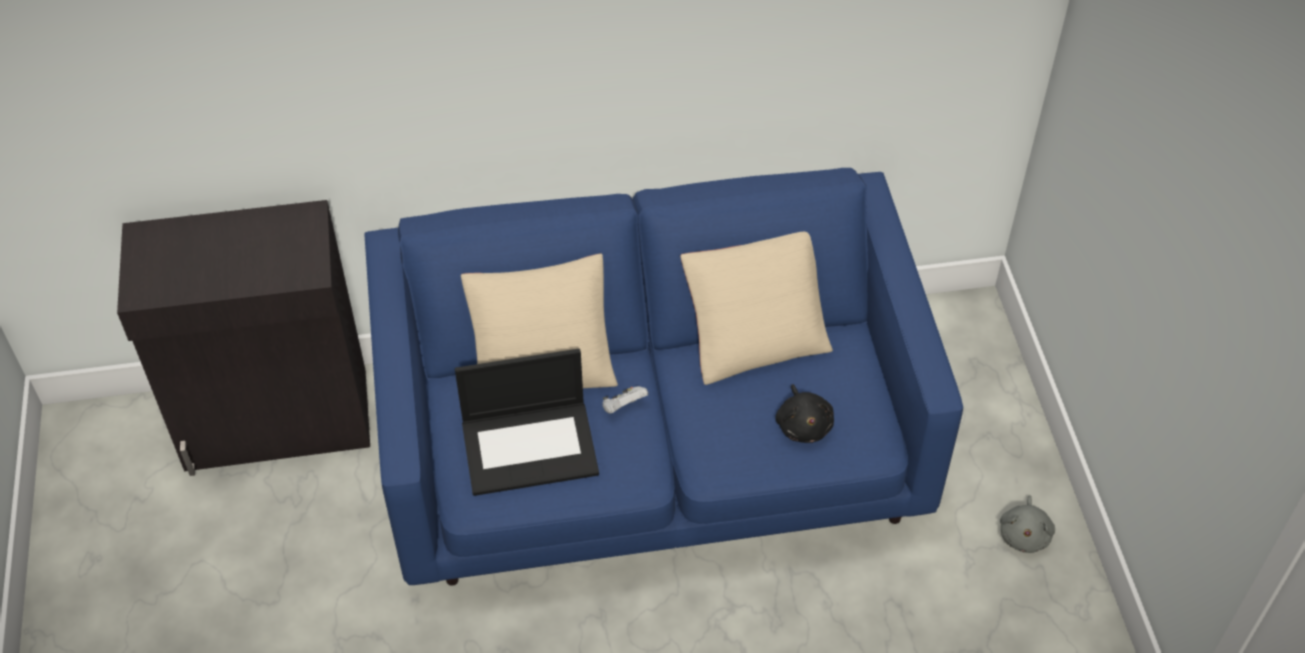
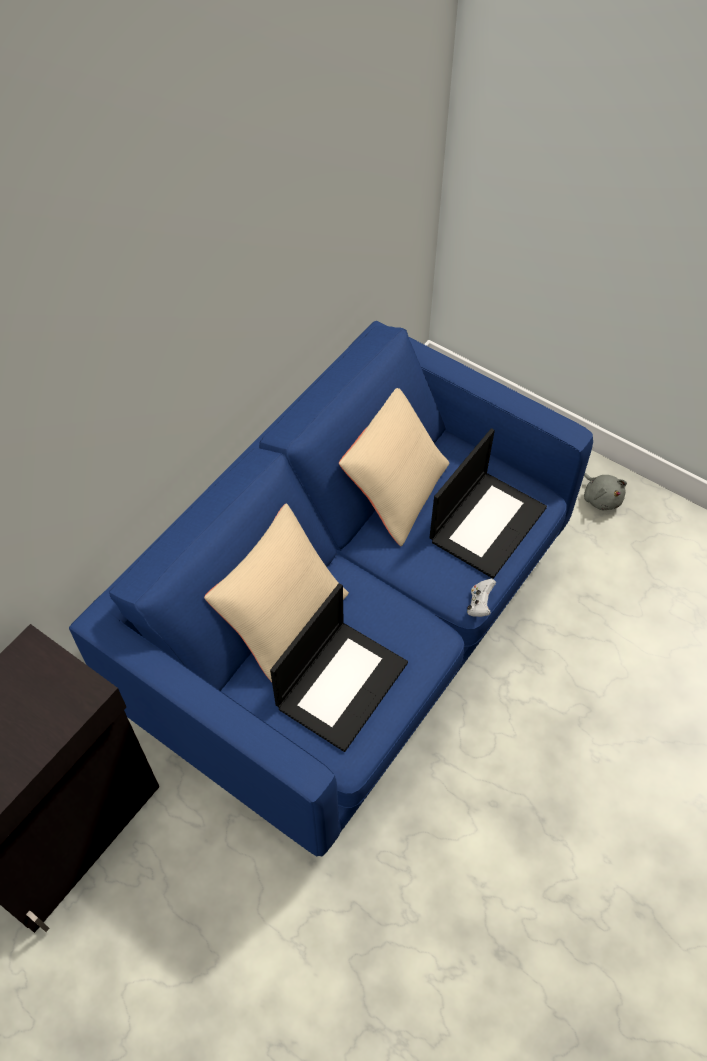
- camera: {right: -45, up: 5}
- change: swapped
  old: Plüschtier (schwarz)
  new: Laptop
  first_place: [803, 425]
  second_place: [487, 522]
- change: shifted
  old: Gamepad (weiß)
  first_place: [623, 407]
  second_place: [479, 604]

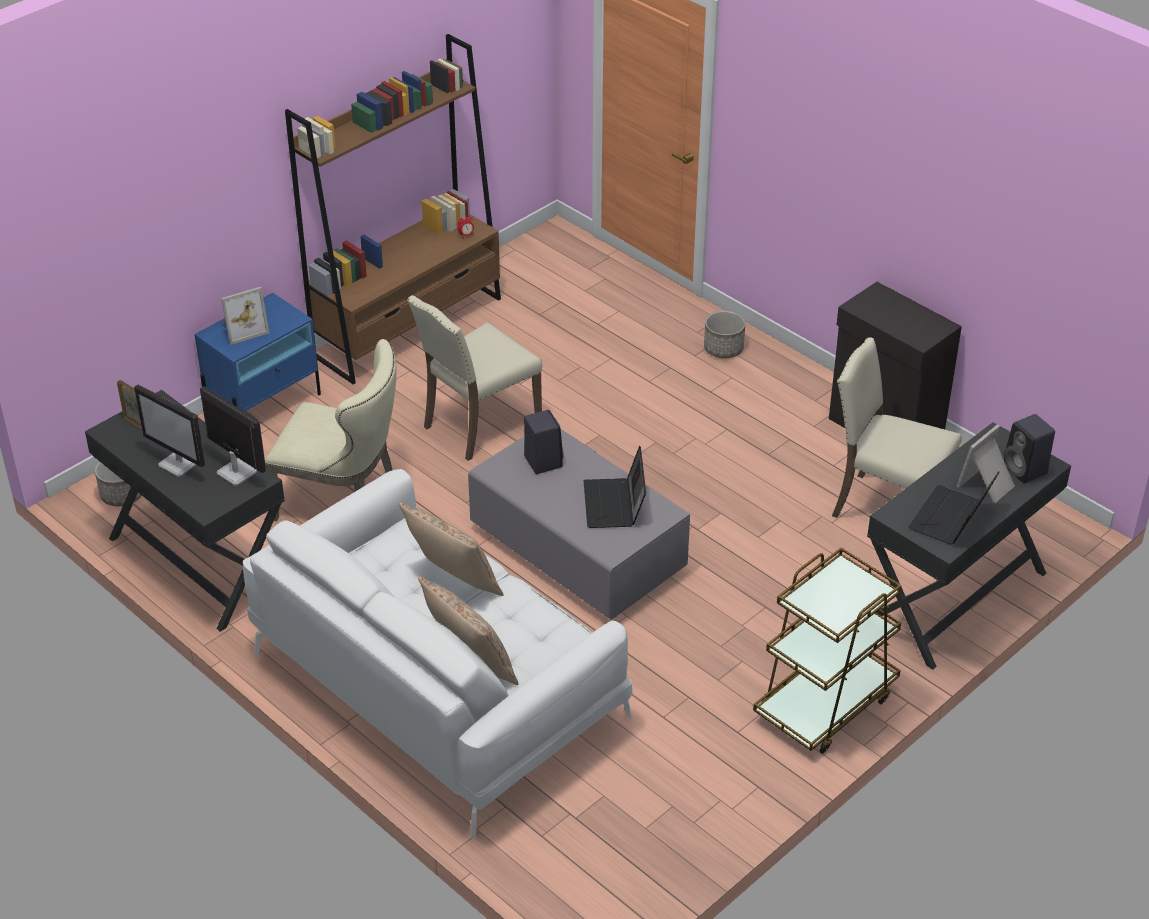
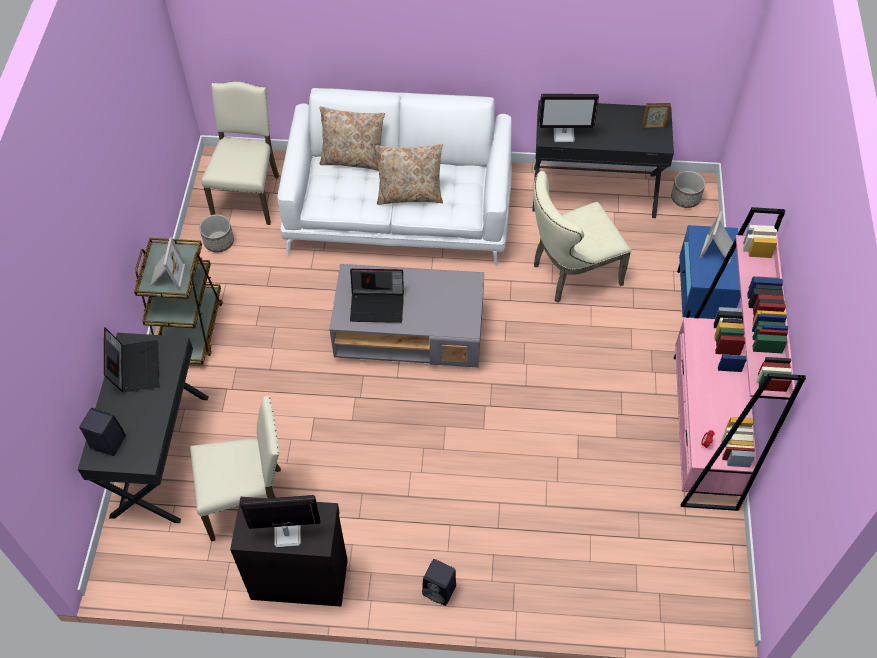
- camera: {right: 140, up: 15}
- change: shifted
  old: Bilderrahmen
  first_place: [987, 485]
  second_place: [167, 276]
- change: shifted
  old: Pflanzkübel
  first_place: [724, 348]
  second_place: [218, 242]
- change: shifted
  old: Stuhl (beige)
  first_place: [478, 425]
  second_place: [248, 195]
- change: shifted
  old: Monitor
  first_place: [179, 464]
  second_place: [287, 534]
- change: rotated
  old: Laptop
  first_place: [615, 505]
  second_place: [378, 305]
  degrees: 135
- change: shifted
  old: Lautsprecher (schwarz)
  first_place: [542, 461]
  second_place: [440, 590]
- change: repainted
  old: Bücherregal (braun)
  new: Bücherregal (rosa)
  first_place: [408, 327]
  second_place: [704, 430]

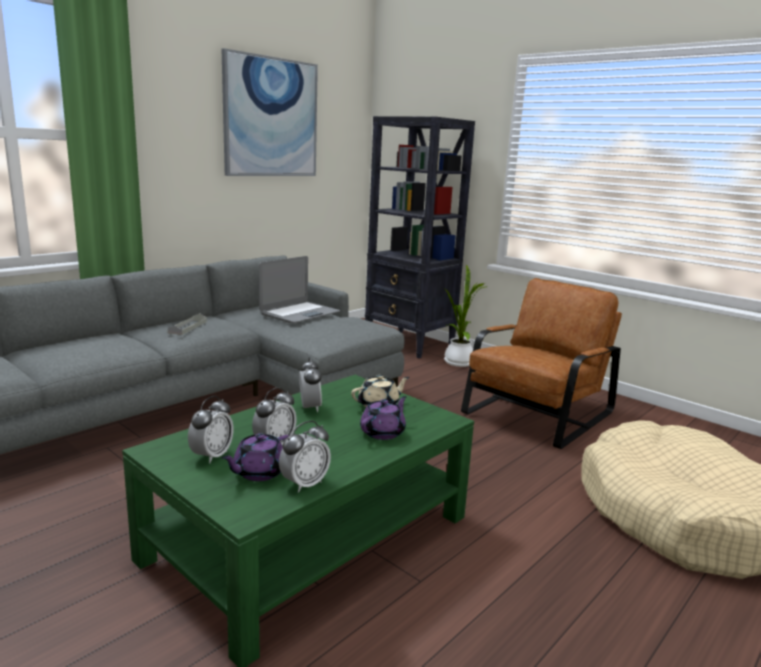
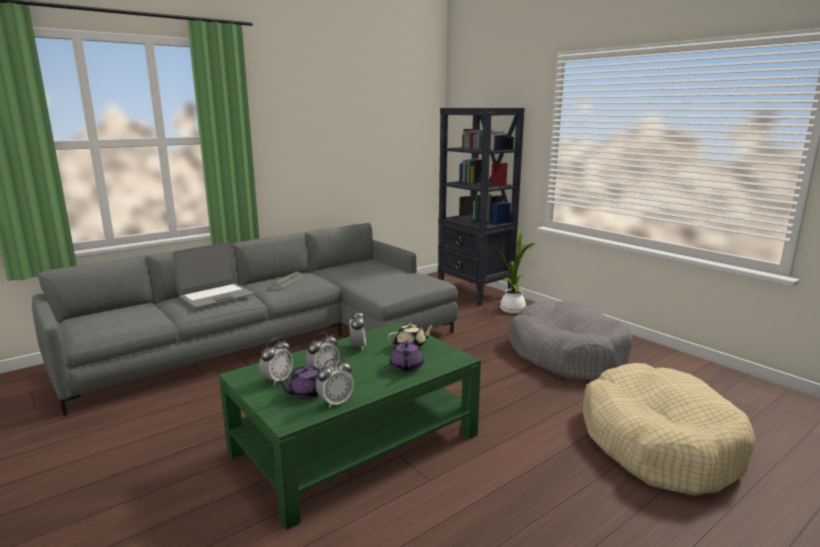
- camera: {right: 10, up: 0}
- change: shifted
  old: Laptop
  first_place: [299, 313]
  second_place: [216, 296]
- change: rotated
  old: Teekanne (lila)
  first_place: [383, 432]
  second_place: [406, 367]
  degrees: 135
- change: swapped
  old: Sessel (braun)
  new: Hundebett (grau)
  first_place: [537, 413]
  second_place: [566, 354]
- change: gone
  old: Bild
  first_place: [271, 118]

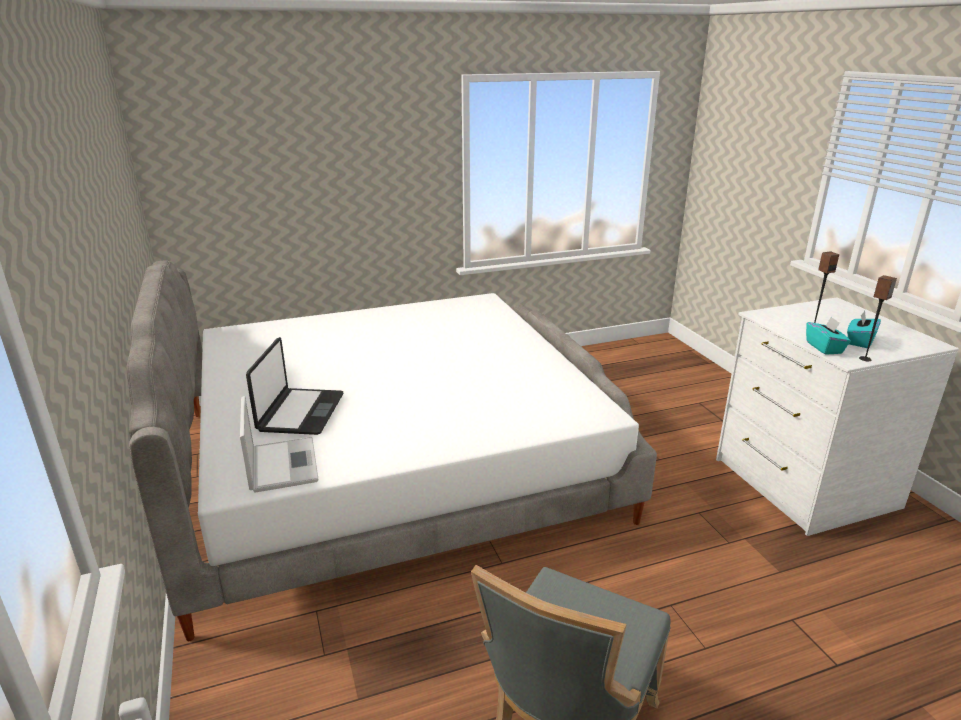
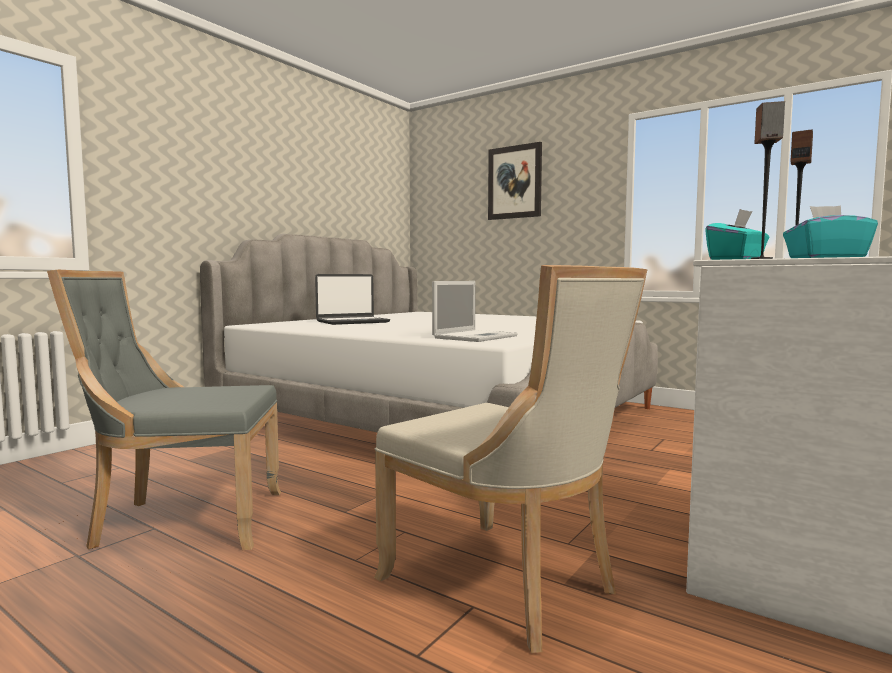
- camera: {right: 55, up: -20}
- change: new
  new: Stuhl (beige)
  second_place: [507, 585]
- change: shifted
  old: Laptop
  first_place: [282, 464]
  second_place: [476, 337]
- change: new
  new: Bild
  second_place: [514, 182]

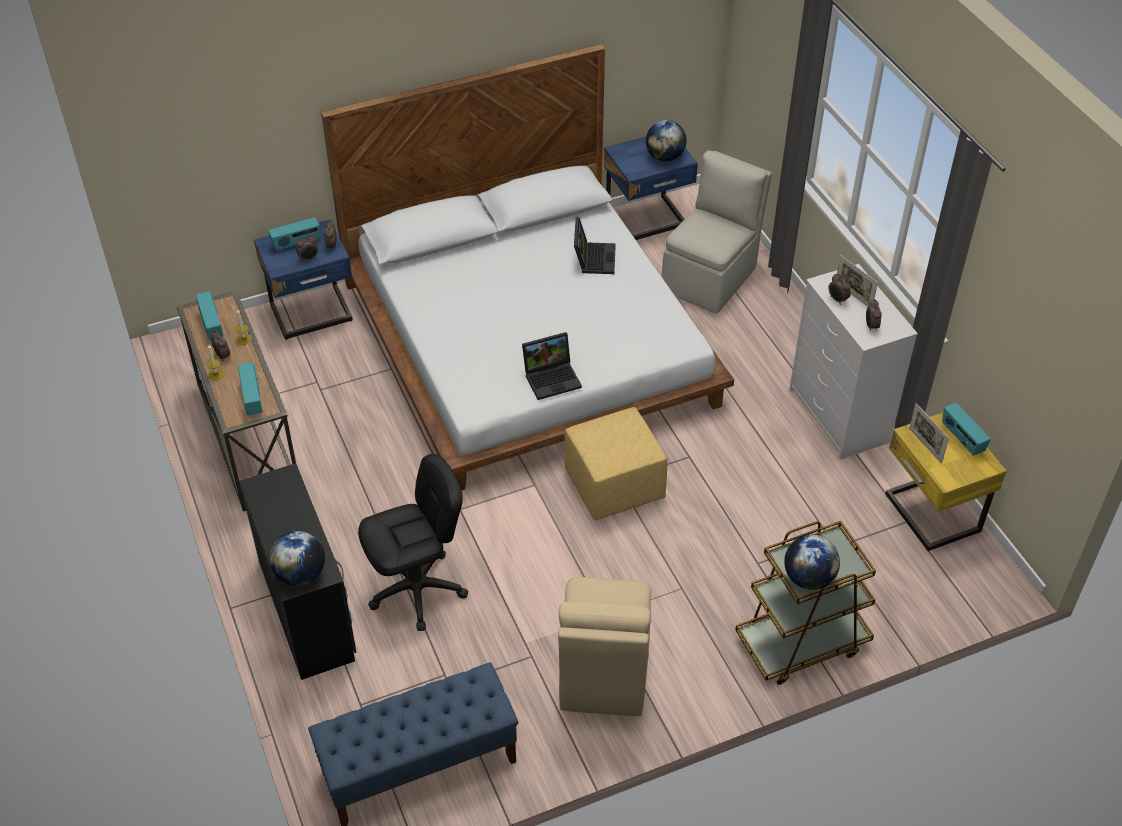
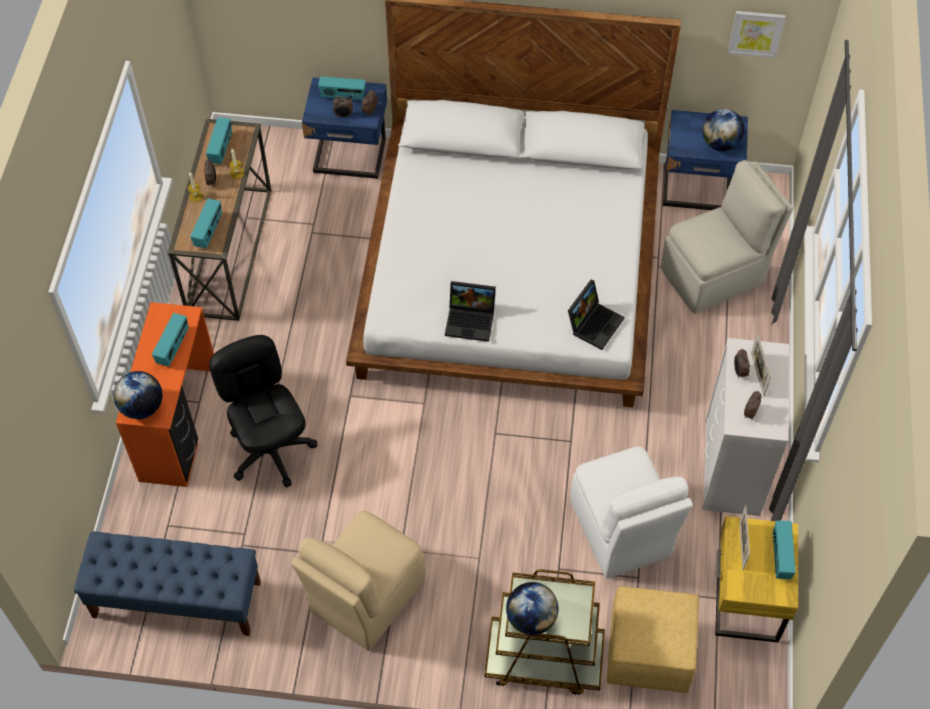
- camera: {right: 30, up: 10}
- change: repainted
  old: Schreibtisch (schwarz)
  new: Schreibtisch (orange)
  first_place: [308, 609]
  second_place: [181, 425]
- change: new
  new: Radio
  second_place: [173, 347]
- change: rotated
  old: Bürostuhl (schwarz)
  first_place: [417, 590]
  second_place: [271, 450]
  degrees: -120
- change: shifted
  old: Laptop
  first_place: [593, 258]
  second_place: [594, 323]
- change: new
  new: Stuhl (weiß)
  second_place: [621, 531]
- change: shifted
  old: Polsterhocker (gelb)
  first_place: [614, 485]
  second_place: [649, 651]
- change: new
  new: Bild
  second_place: [756, 33]

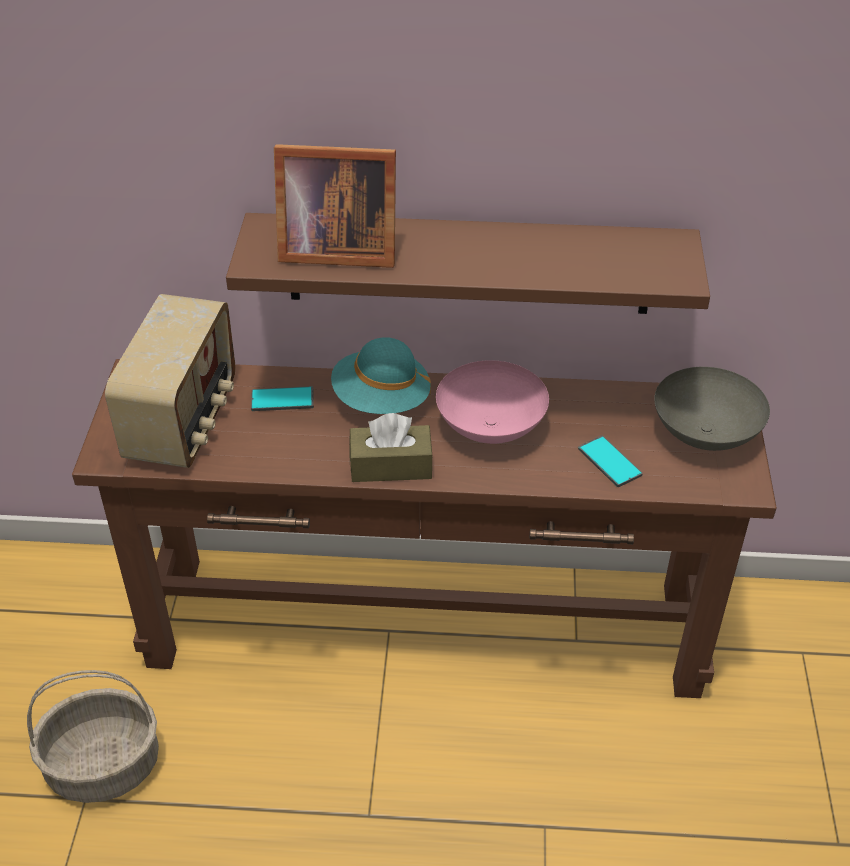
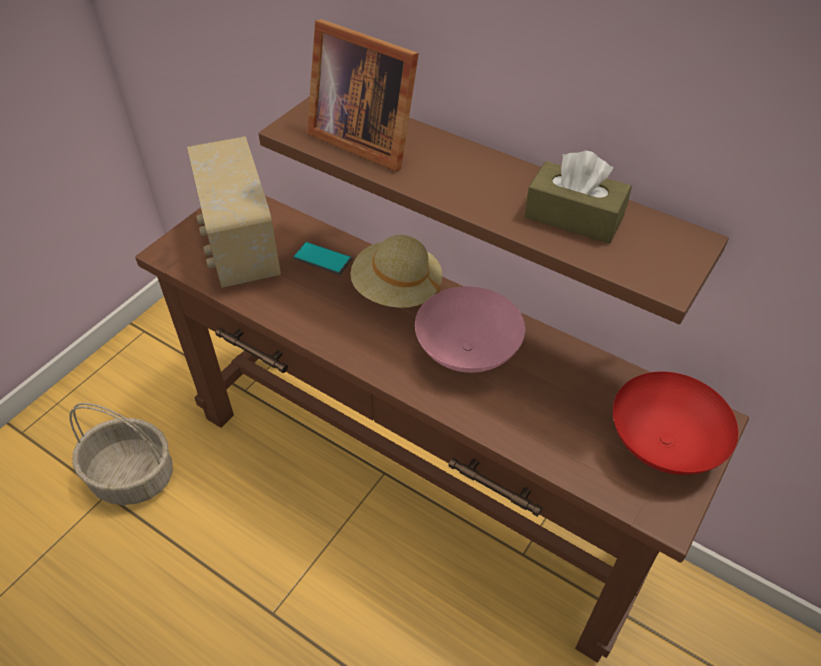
- camera: {right: 30, up: 5}
- change: rotated
  old: Radio
  first_place: [184, 422]
  second_place: [239, 248]
  degrees: 120
- change: repainted
  old: Hut (türkis)
  new: Hut (beige)
  first_place: [381, 400]
  second_place: [396, 290]
- change: shifted
  old: Taschentuchbox (braun)
  first_place: [391, 466]
  second_place: [573, 217]
- change: repainted
  old: Schüssel (grau)
  new: Schüssel (rot)
  first_place: [706, 434]
  second_place: [665, 445]
- change: gone
  old: Handy
  first_place: [609, 462]

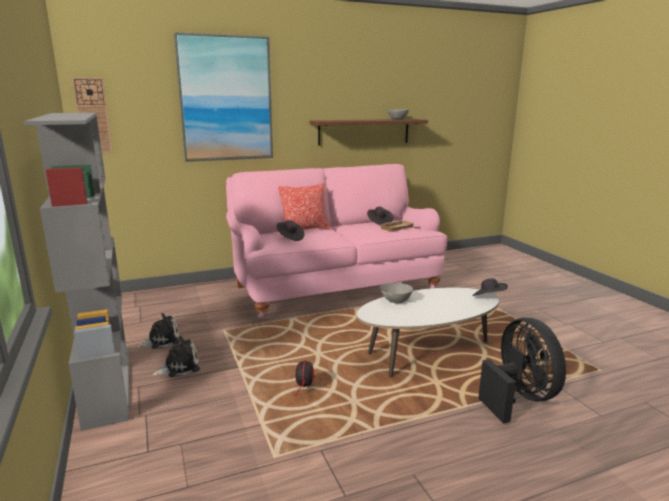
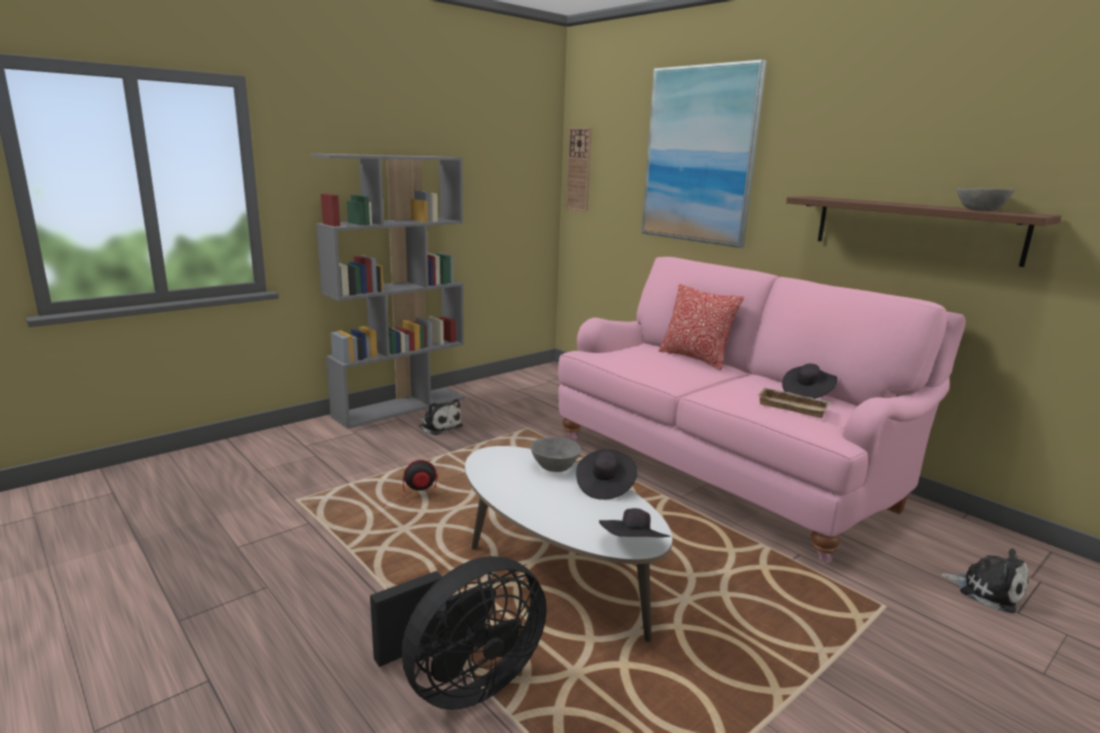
- camera: {right: 70, up: 0}
- change: shifted
  old: Hut (schwarz)
  first_place: [290, 238]
  second_place: [605, 486]
- change: shifted
  old: Plüschtier
  first_place: [161, 340]
  second_place: [987, 590]

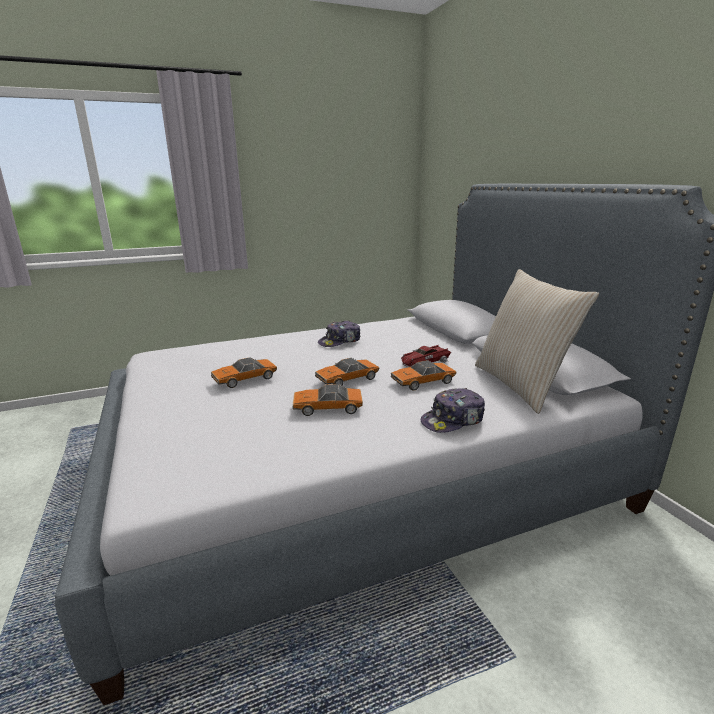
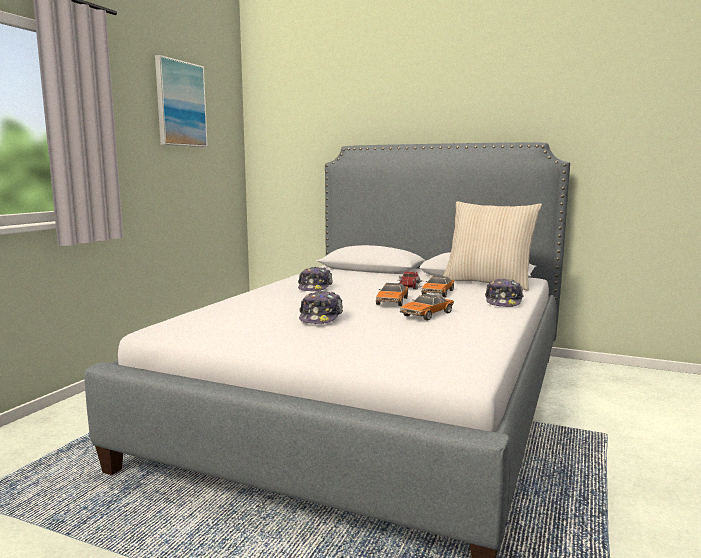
- camera: {right: -45, up: -10}
- change: new
  new: Bild
  second_place: [180, 104]
- change: swapped
  old: Spielzeugauto
  new: Kappe
  first_place: [245, 379]
  second_place: [321, 317]

